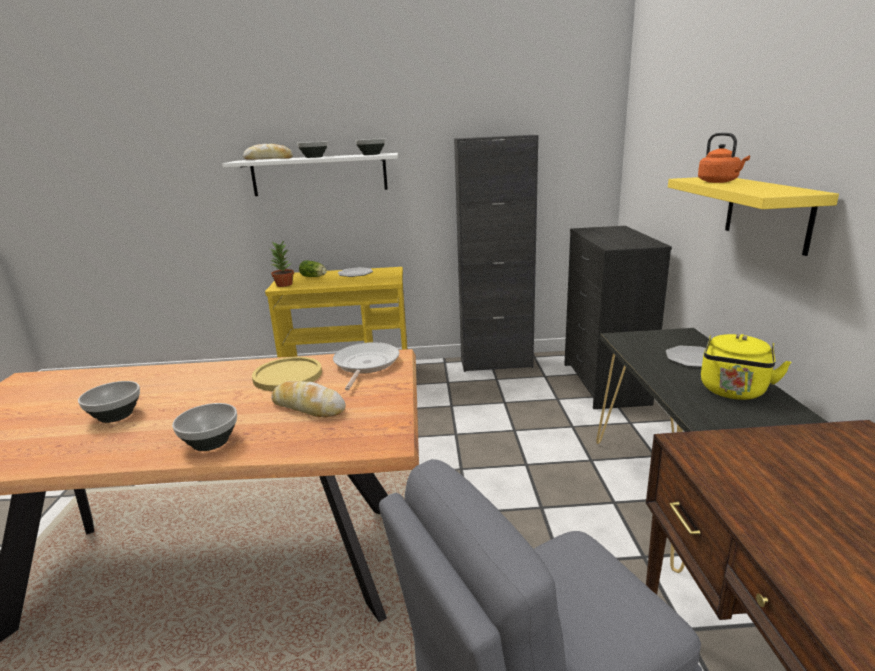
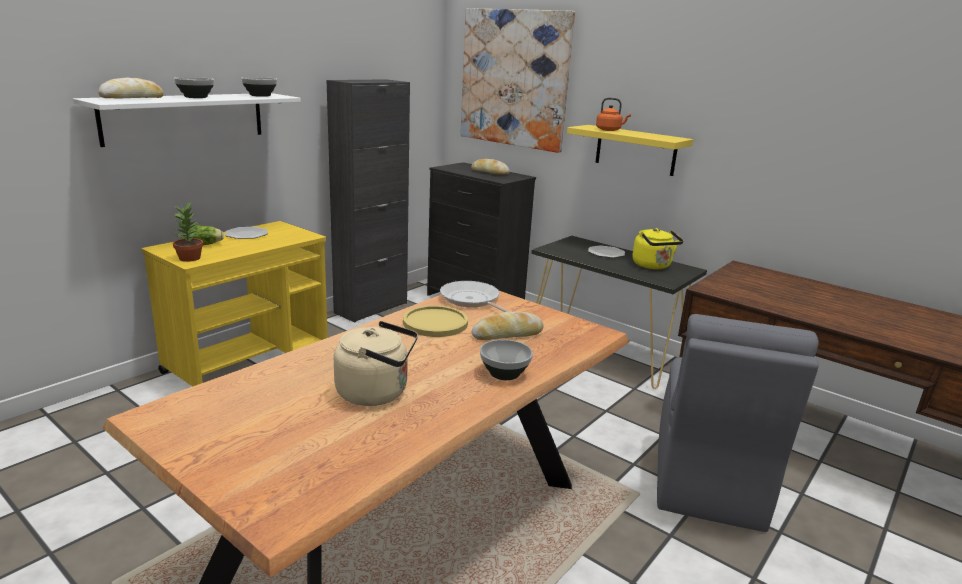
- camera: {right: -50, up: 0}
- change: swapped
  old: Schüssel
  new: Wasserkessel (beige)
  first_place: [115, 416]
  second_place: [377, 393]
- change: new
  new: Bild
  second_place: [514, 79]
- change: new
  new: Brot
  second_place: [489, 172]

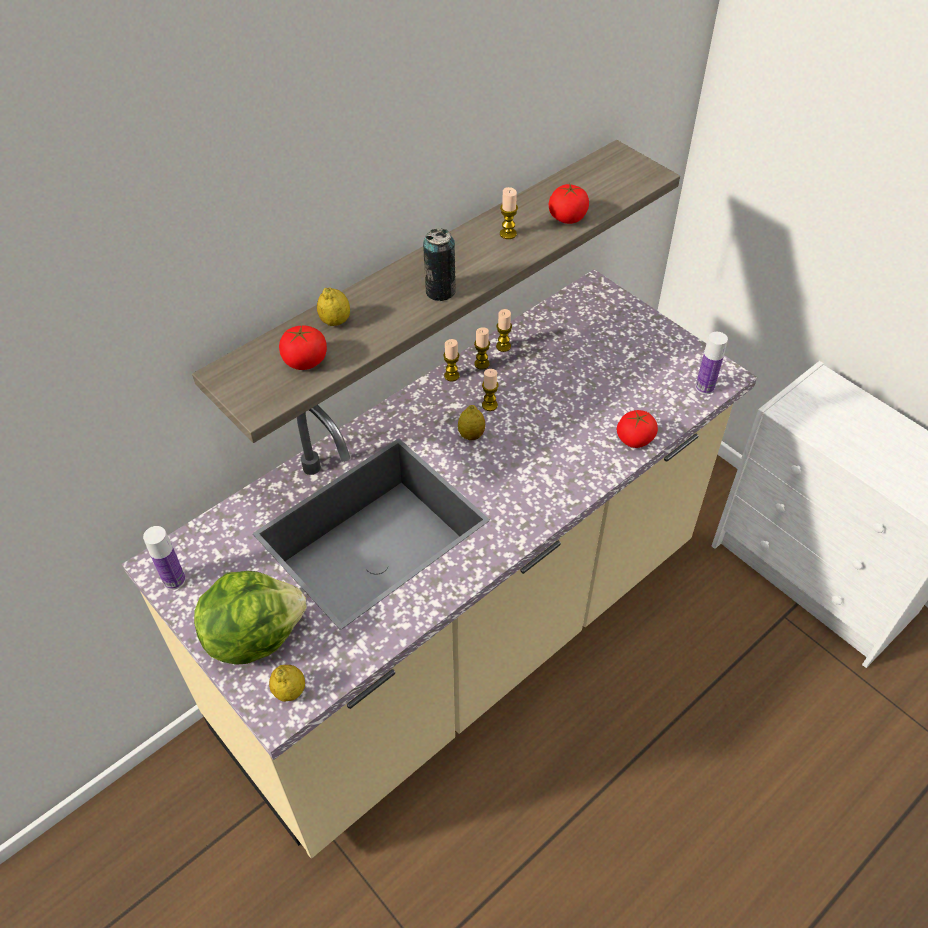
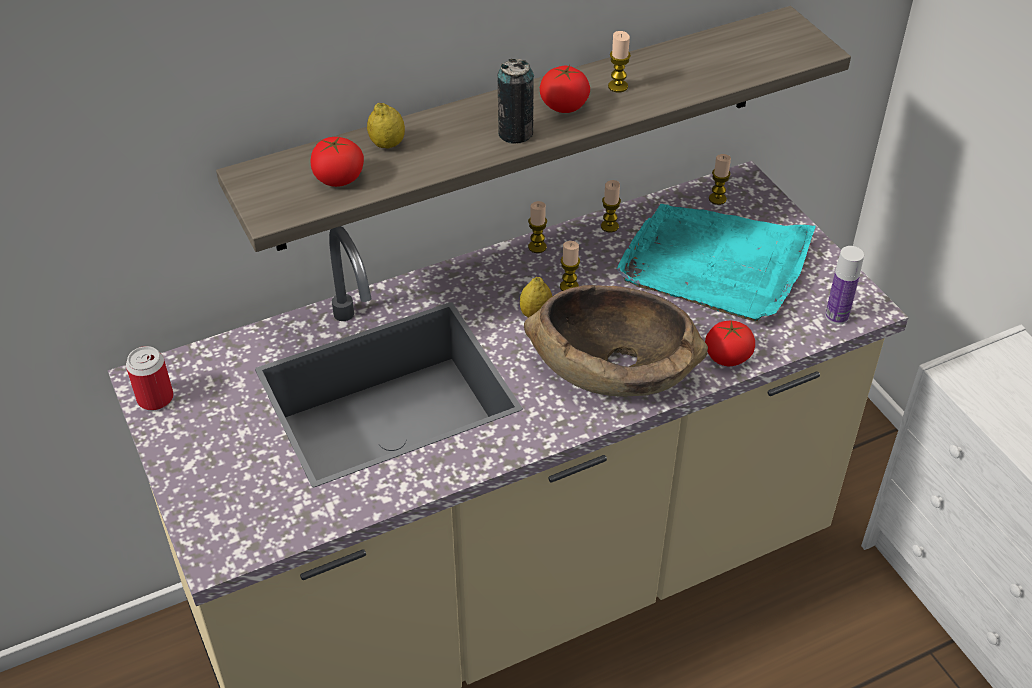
- camera: {right: 15, up: -5}
- change: swapped
  old: Flasche
  new: Dose
  first_place: [174, 580]
  second_place: [155, 398]
- change: new
  new: Schüssel (braun)
  second_place: [613, 368]
- change: shifted
  old: Tomate
  first_place: [567, 218]
  second_place: [564, 106]
- change: new
  new: Tablett (türkis)
  second_place: [715, 265]
- change: shifted
  old: Kerze
  first_place: [481, 364]
  second_place: [717, 199]
- change: gone
  old: Salatkopf
  first_place: [254, 635]
- change: gone
  old: Zitrone
  first_place: [290, 691]

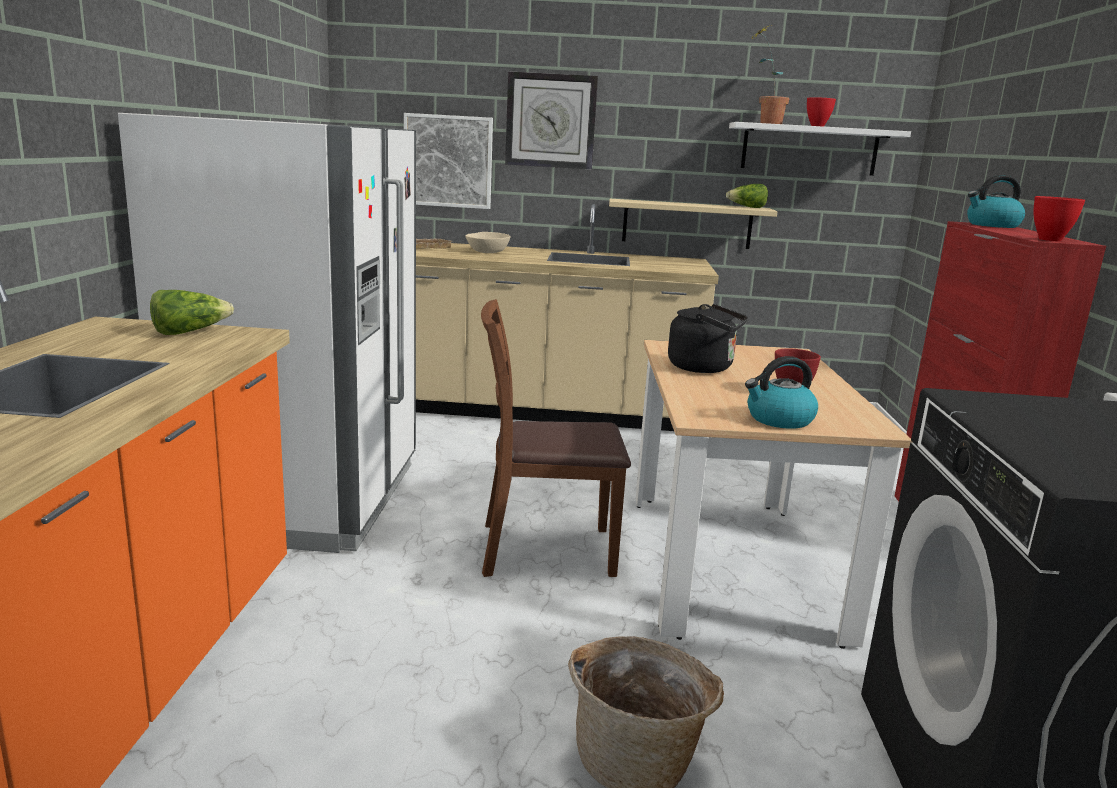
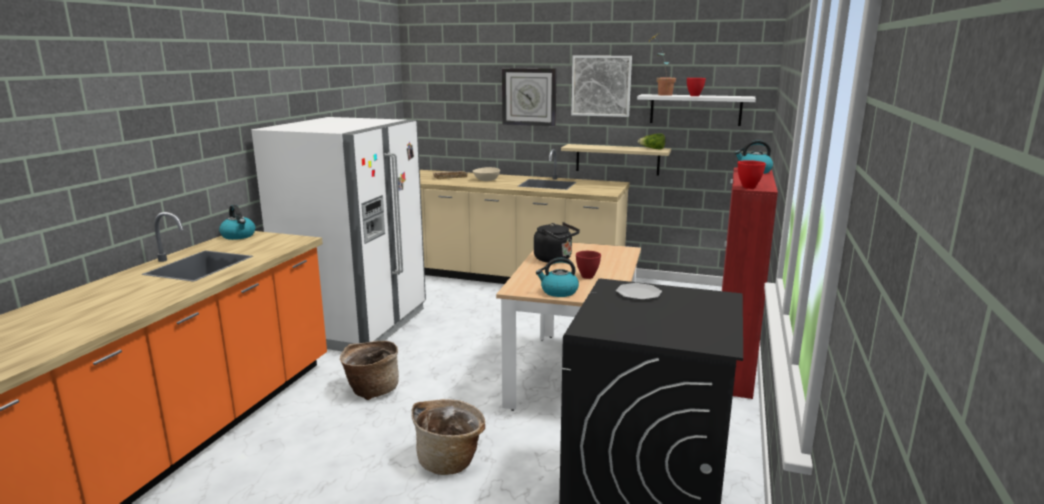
- camera: {right: 15, up: 0}
- change: new
  new: Wasserkessel
  second_place: [239, 236]
- change: new
  new: Korb
  second_place: [371, 390]
- change: shifted
  old: Bild
  first_place: [448, 161]
  second_place: [601, 86]
- change: new
  new: Teller
  second_place: [638, 293]
- change: gone
  old: Salatkopf
  first_place: [190, 332]
- change: gone
  old: Stuhl (braun)
  first_place: [545, 550]

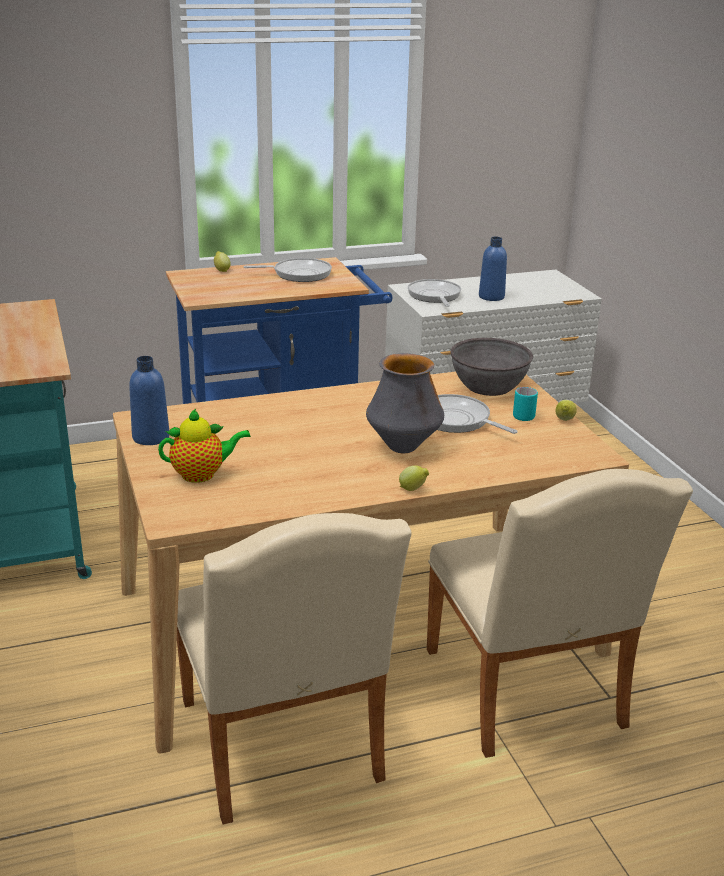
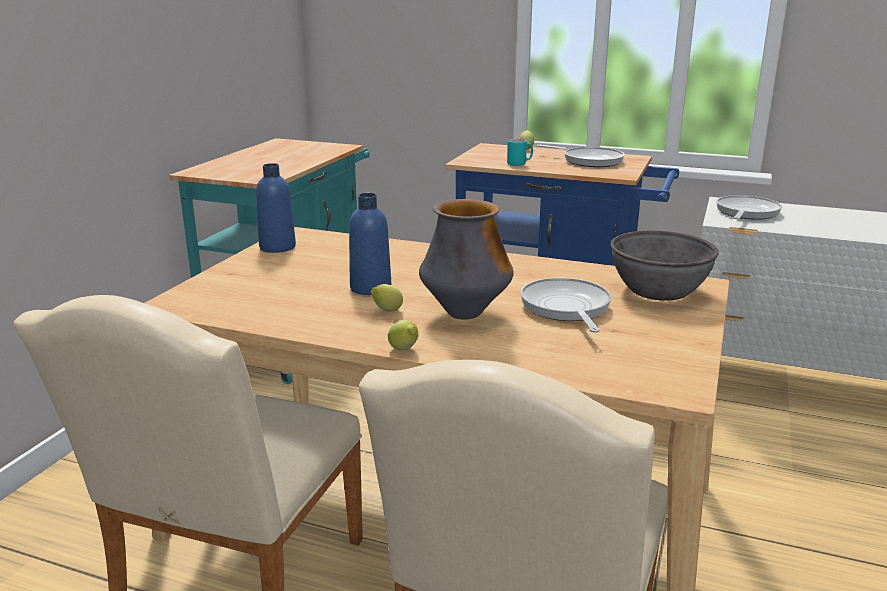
- camera: {right: 40, up: -5}
- change: shifted
  old: Flasche (blau)
  first_place: [491, 297]
  second_place: [370, 288]
- change: shifted
  old: Zitrone
  first_place: [564, 420]
  second_place: [386, 311]
- change: shifted
  old: Henkelbecher (türkis)
  first_place: [526, 415]
  second_place: [519, 164]
- change: gone
  old: Teekanne
  first_place: [202, 474]

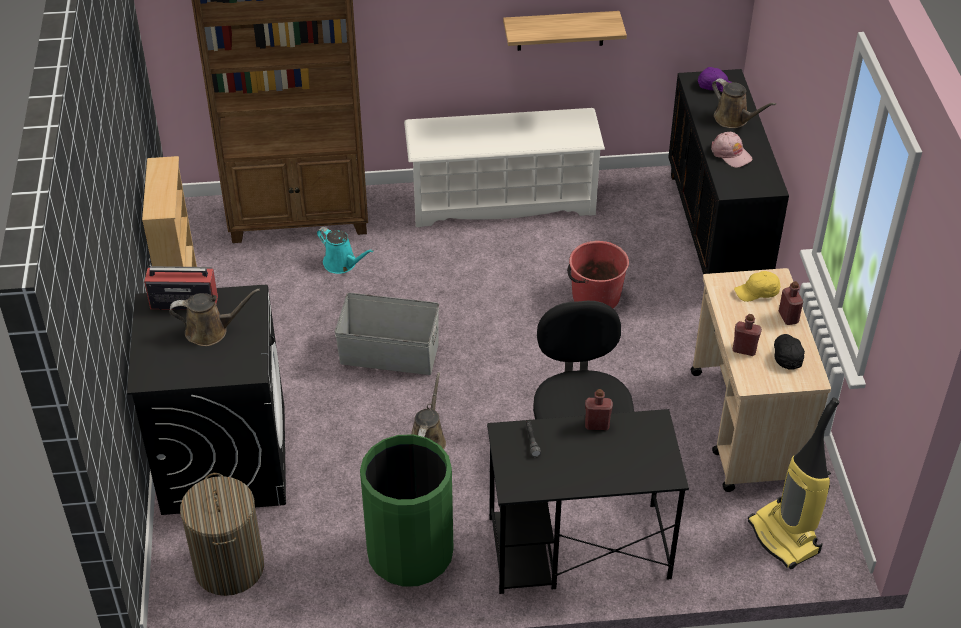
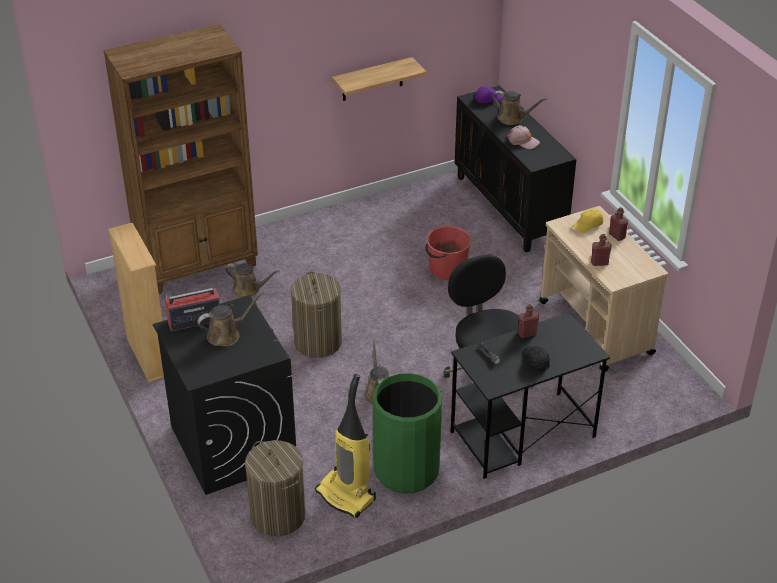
- camera: {right: -20, up: -5}
- change: repainted
  old: Gießkanne (türkis)
  new: Gießkanne (braun)
  first_place: [342, 264]
  second_place: [249, 290]
- change: swapped
  old: Aufbewahrungsbox (grau)
  new: Wäschekorb
  first_place: [389, 353]
  second_place: [317, 342]
- change: shifted
  old: Staubsauger
  first_place: [785, 537]
  second_place: [347, 495]
- change: shifted
  old: Kappe (schwarz)
  first_place: [787, 355]
  second_place: [535, 362]
- change: gone
  old: Schuhregal (weiß)
  first_place: [503, 200]

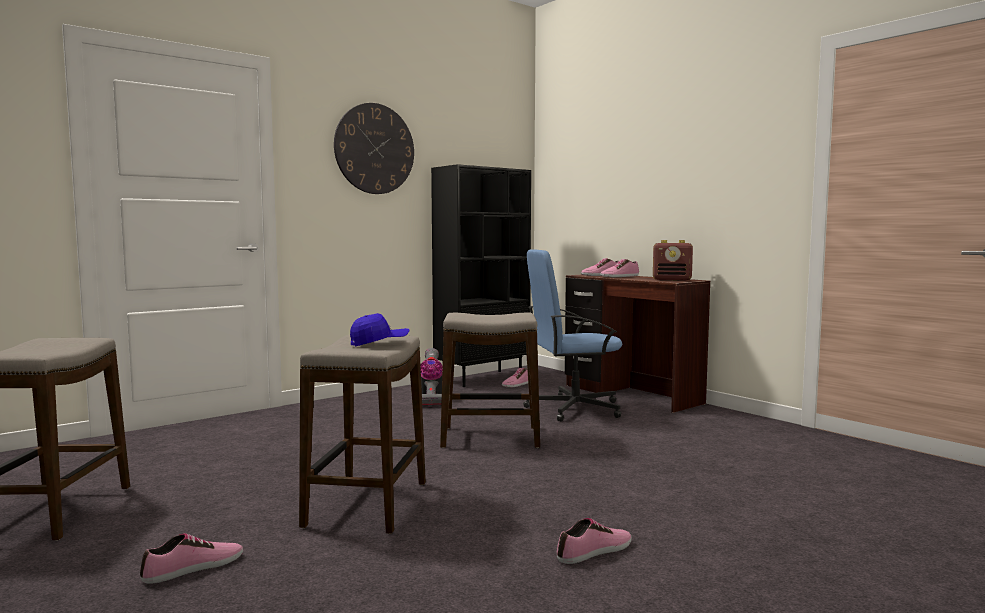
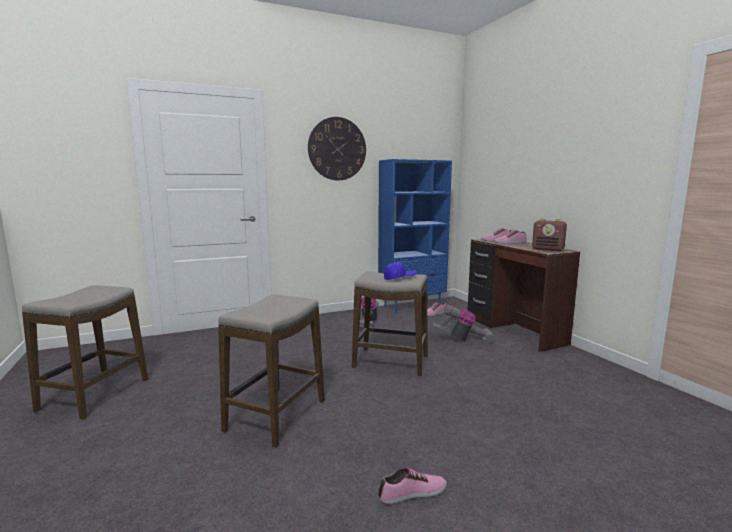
- camera: {right: 15, up: 5}
- change: repainted
  old: Bücherregal (schwarz)
  new: Bücherregal (blau)
  first_place: [482, 378]
  second_place: [412, 306]
- change: shifted
  old: Kappe (blau)
  first_place: [379, 343]
  second_place: [399, 278]
- change: swapped
  old: Bürostuhl (blau)
  new: Staubsauger
  first_place: [573, 408]
  second_place: [463, 340]
- change: gone
  old: Schuh
  first_place: [194, 568]

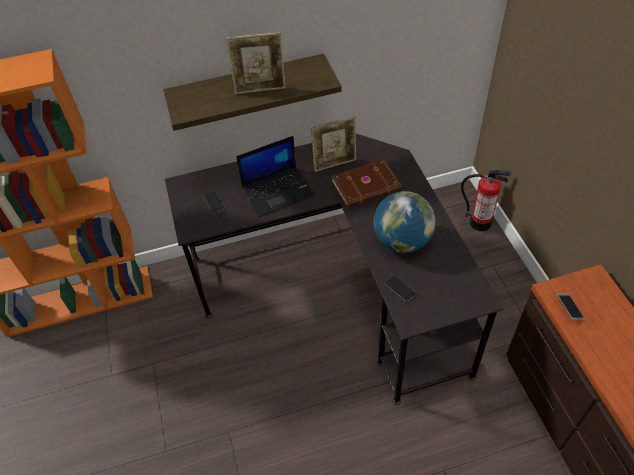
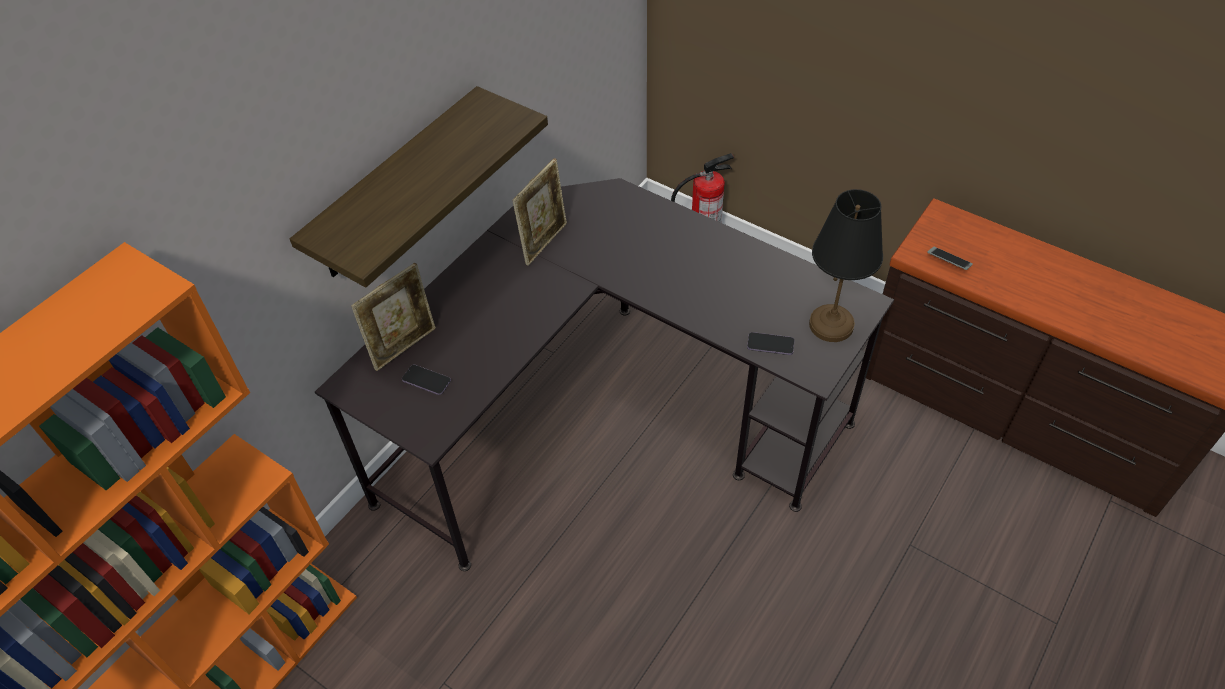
- camera: {right: -40, up: 0}
- change: shifted
  old: Bilderrahmen
  first_place: [260, 89]
  second_place: [404, 346]
- change: new
  new: Tischlampe (schwarz)
  second_place: [832, 325]
- change: gone
  old: Laptop
  first_place: [278, 191]
- change: gone
  old: Buch (braun)
  first_place: [367, 186]
- change: gone
  old: Globus
  first_place: [402, 241]

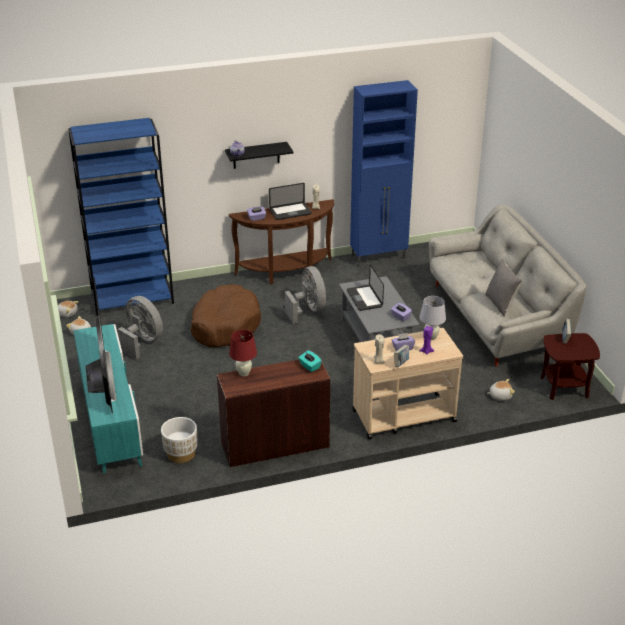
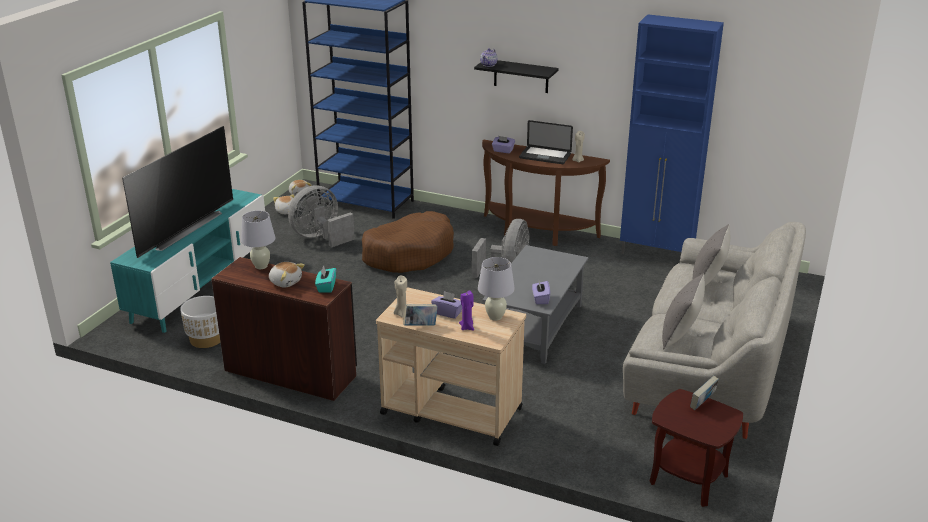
- camera: {right: 40, up: -5}
- change: repainted
  old: Tischlampe (rot)
  new: Tischlampe (weiß)
  first_place: [244, 373]
  second_place: [261, 266]
- change: shifted
  old: Plüschtier
  first_place: [500, 395]
  second_place: [285, 282]
- change: rotated
  old: Ventilator (grau)
  first_place: [142, 341]
  second_place: [321, 237]
  degrees: -120
- change: new
  new: Kissen (grau)
  second_place: [708, 281]
- change: gone
  old: Laptop
  first_place: [364, 298]

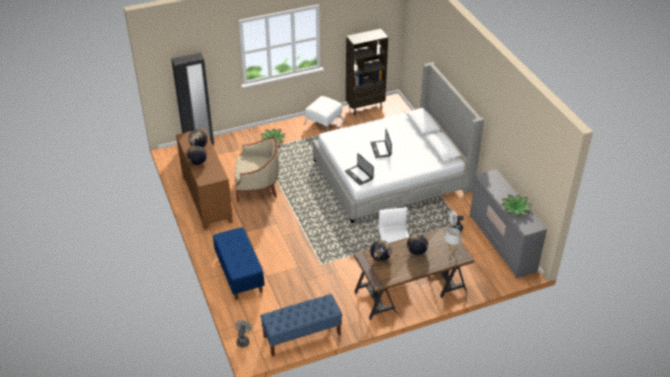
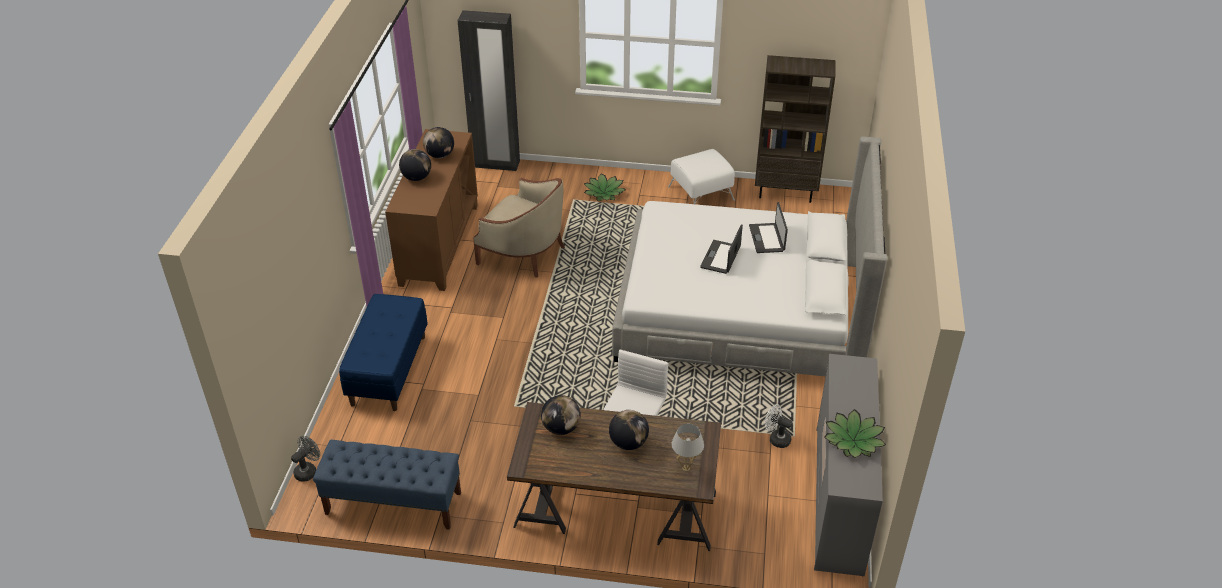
- camera: {right: 30, up: 0}
- change: shifted
  old: Laptop
  first_place: [359, 175]
  second_place: [767, 238]

